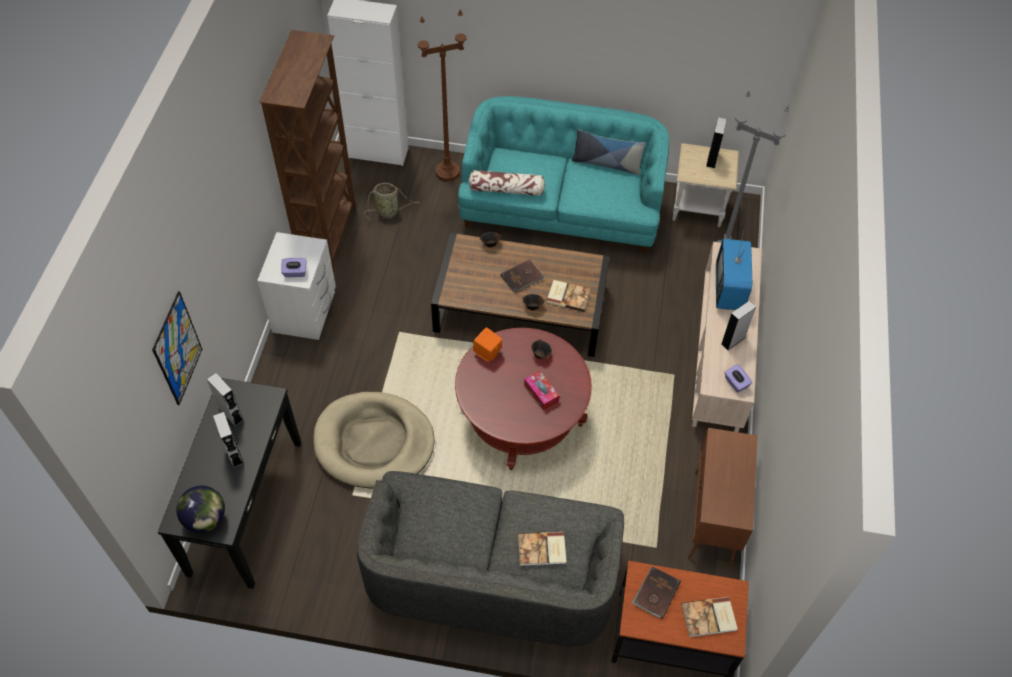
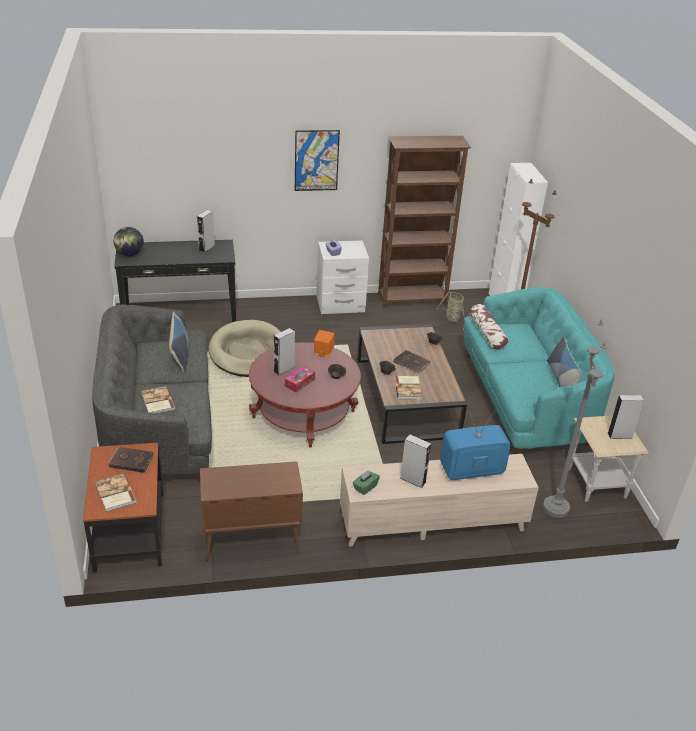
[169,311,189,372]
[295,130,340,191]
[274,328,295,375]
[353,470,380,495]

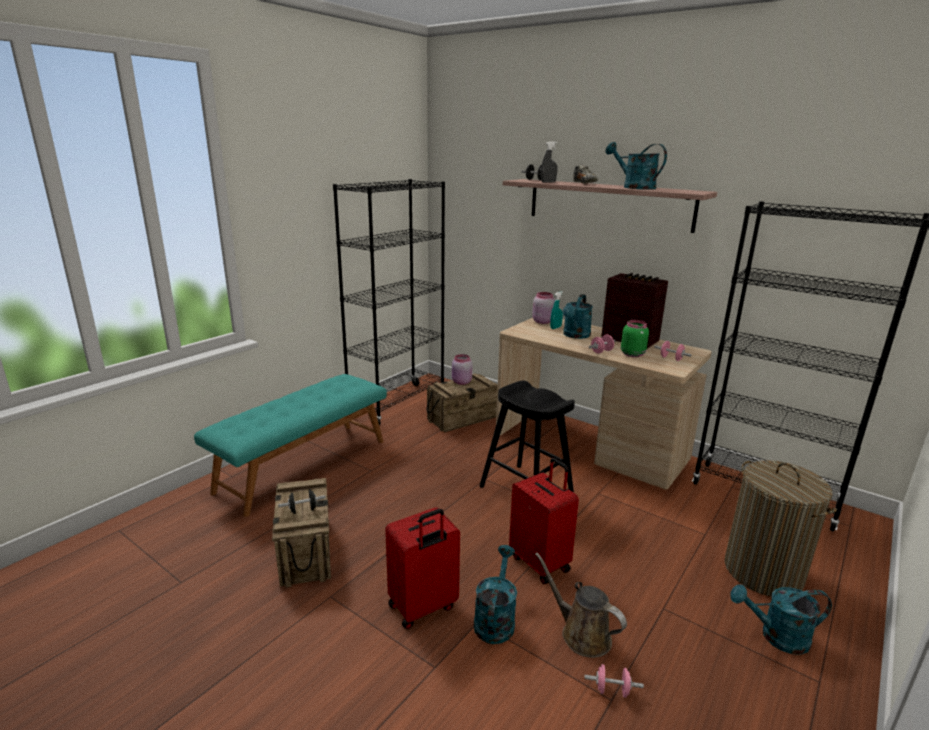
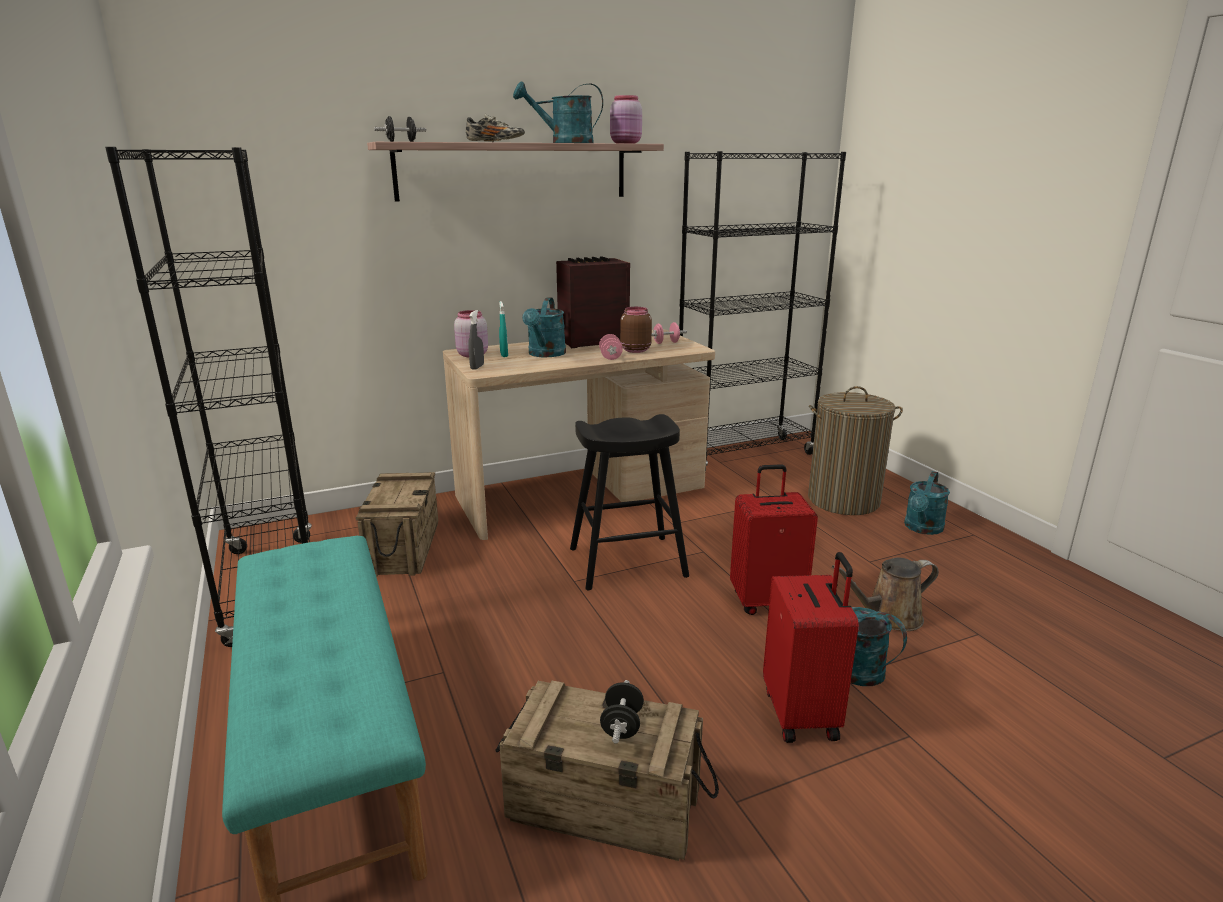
[584,664,644,698] (first image)
[610,95,642,144]
[469,310,484,370]
[620,307,652,353]
[522,297,566,357]

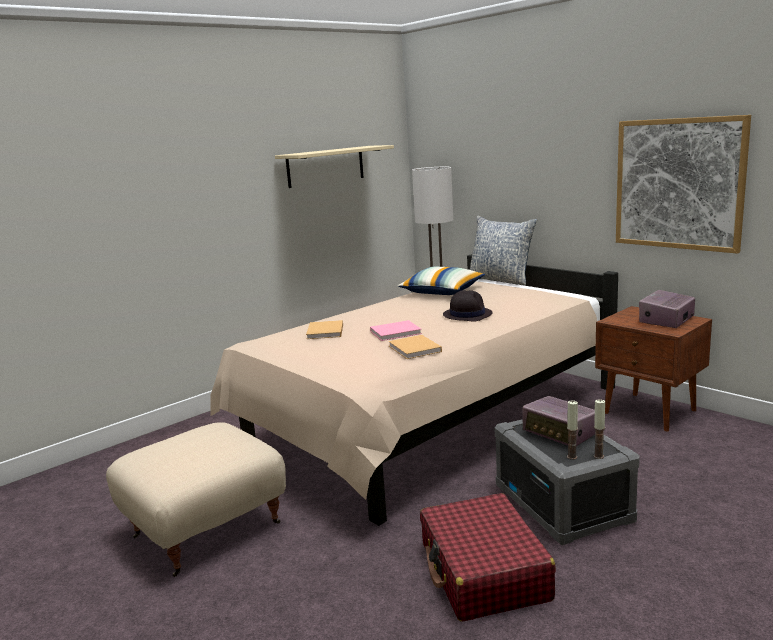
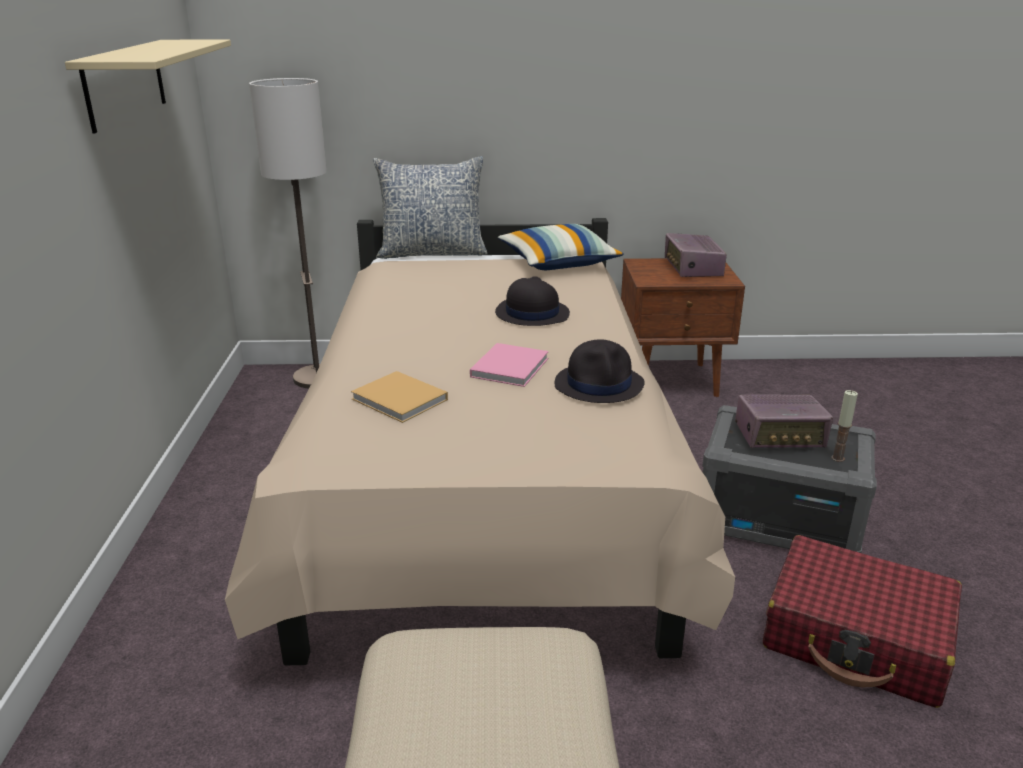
[593,399,605,459] (first image)
[616,115,751,254] (first image)
[498,224,624,270]
[554,339,645,403]

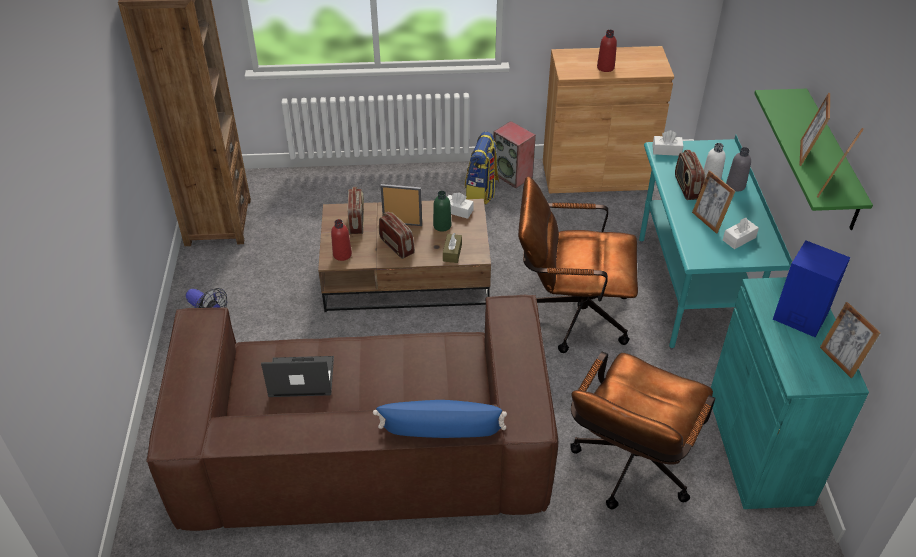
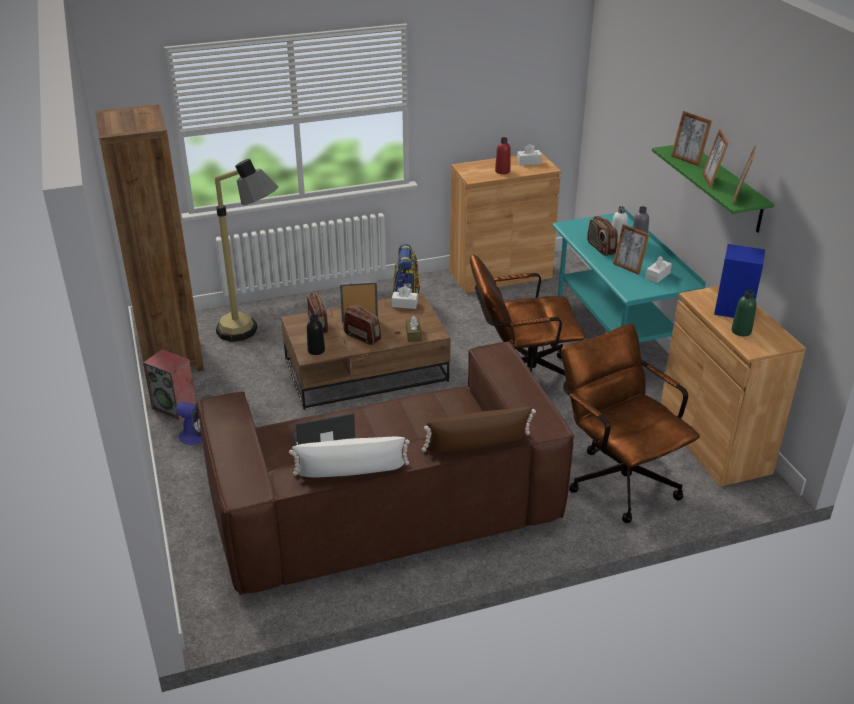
[215,159,278,342]
[289,437,410,477]
[731,290,757,336]
[143,349,197,419]
[517,144,542,165]
[671,111,712,166]
[307,315,325,355]
[422,407,536,452]
[661,286,806,487]
[561,323,700,523]

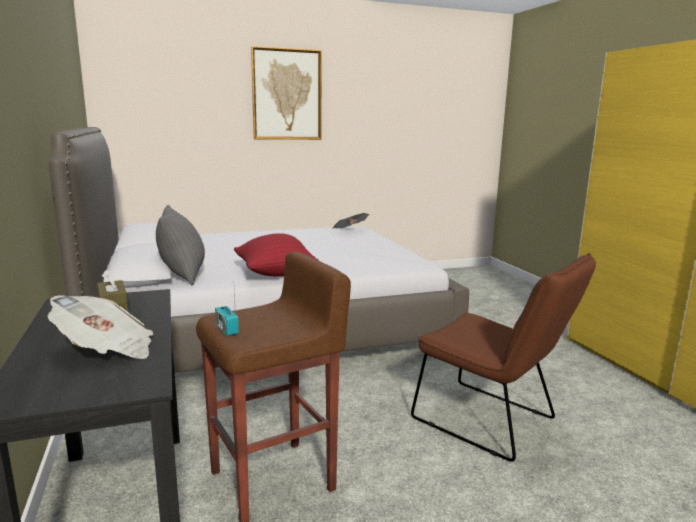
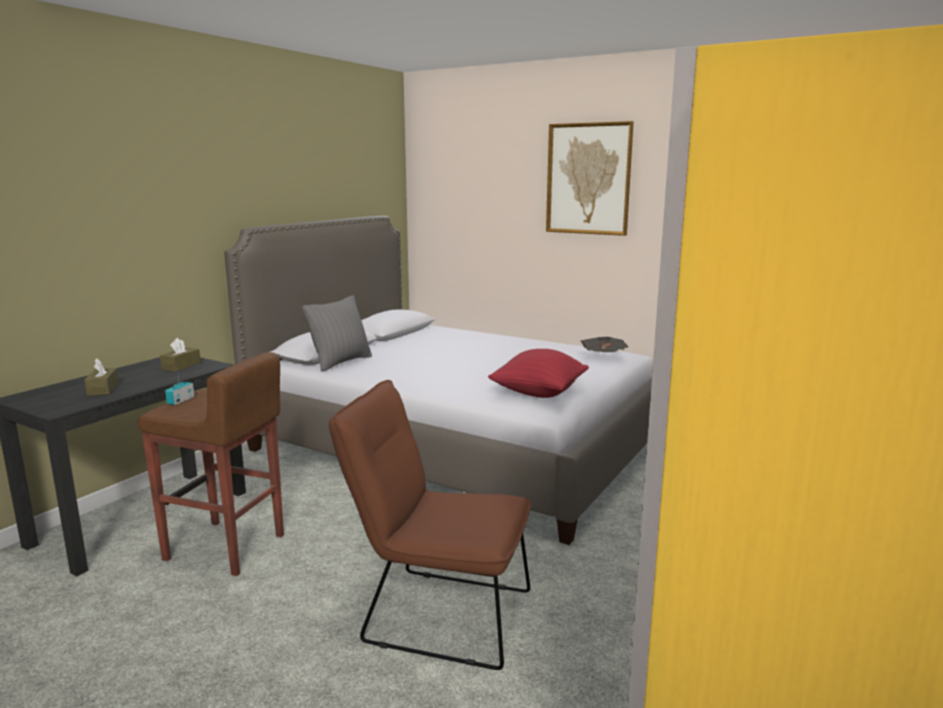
[488,349,589,398]
[84,358,119,396]
[329,380,531,670]

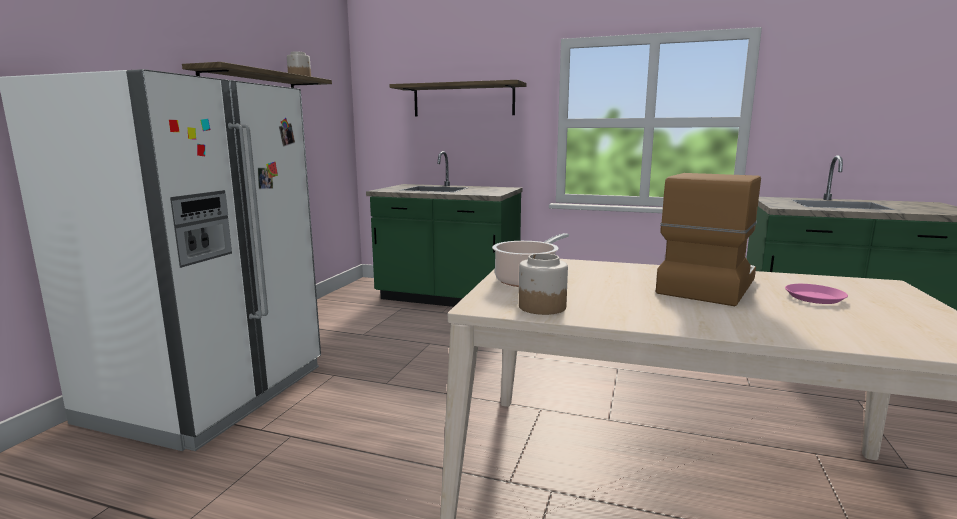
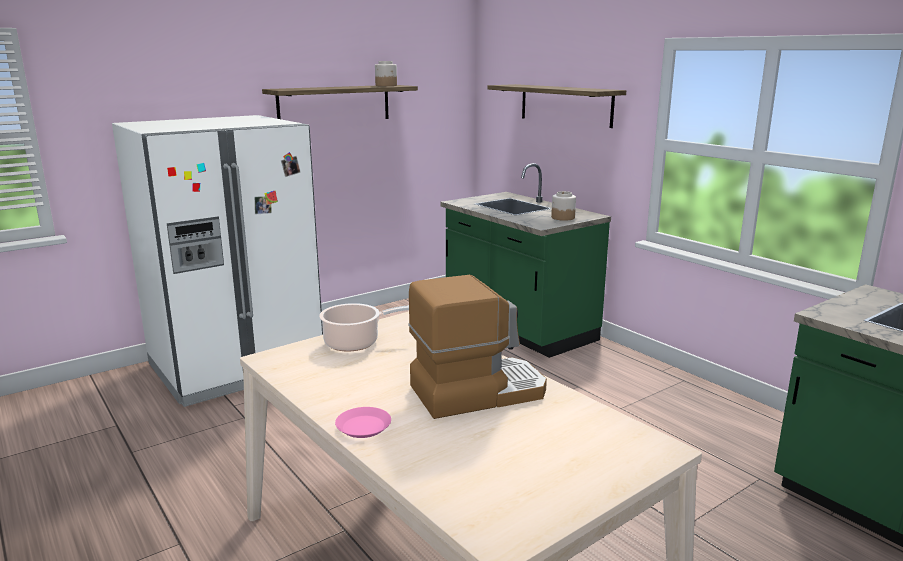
[551,191,576,221]
[335,407,391,438]

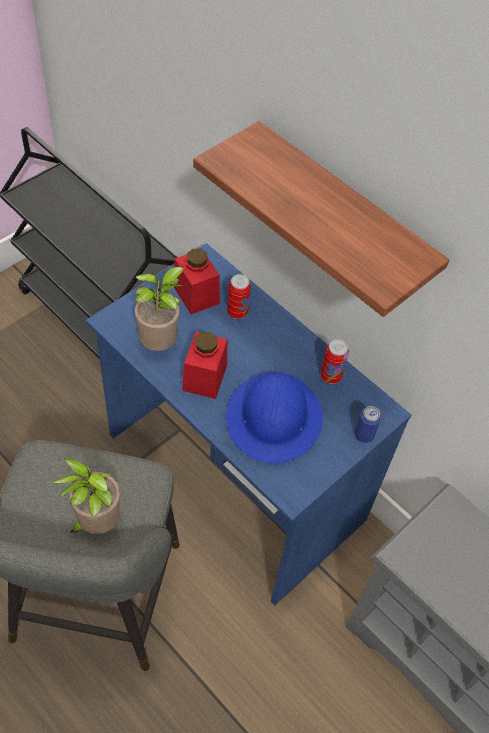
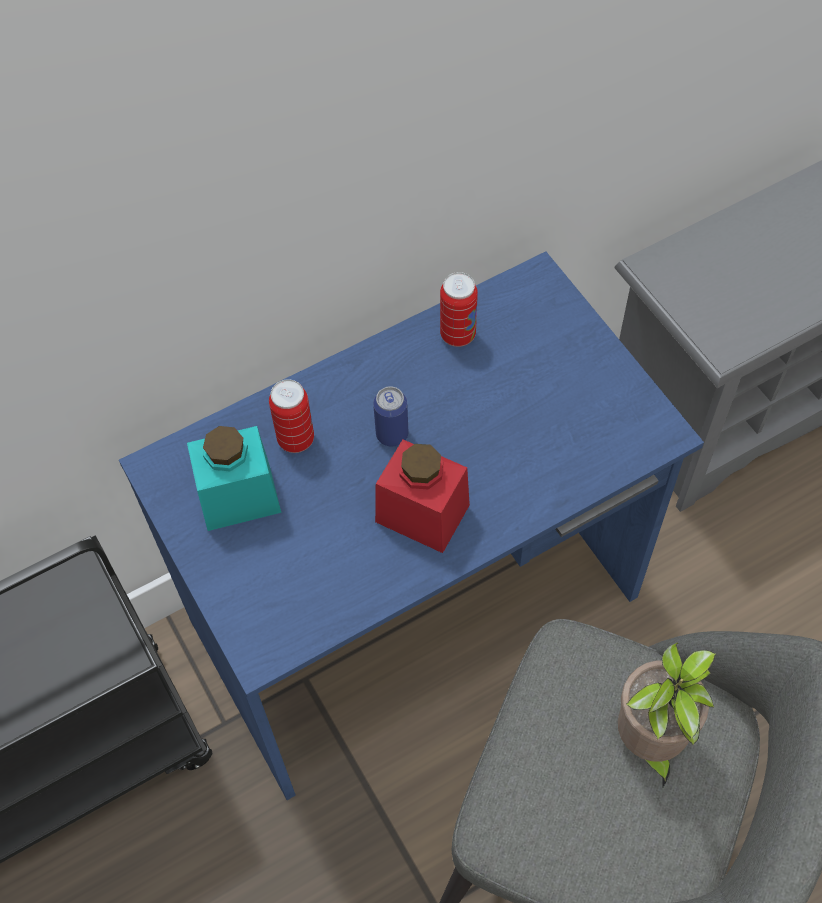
[134,266,184,351] (first image)
[193,121,449,317] (first image)
[226,372,323,463] (first image)
[373,386,408,446]
[187,426,281,531]

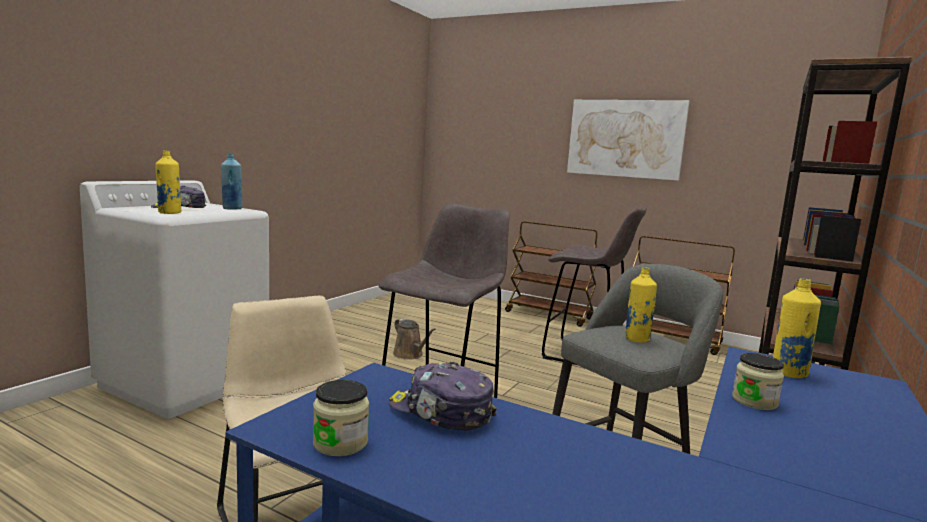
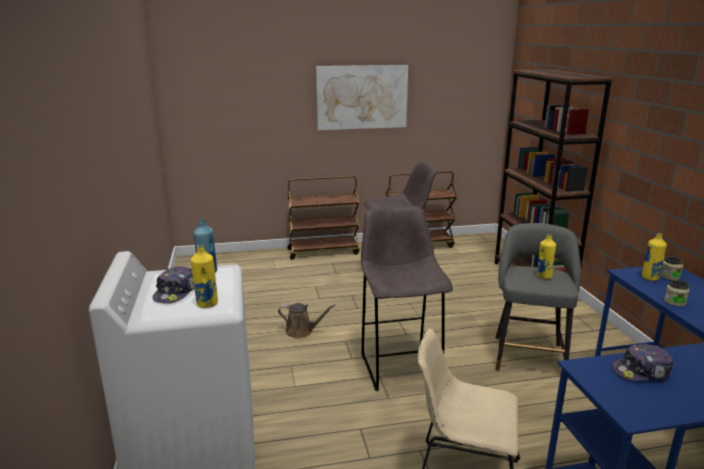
[660,256,683,280]

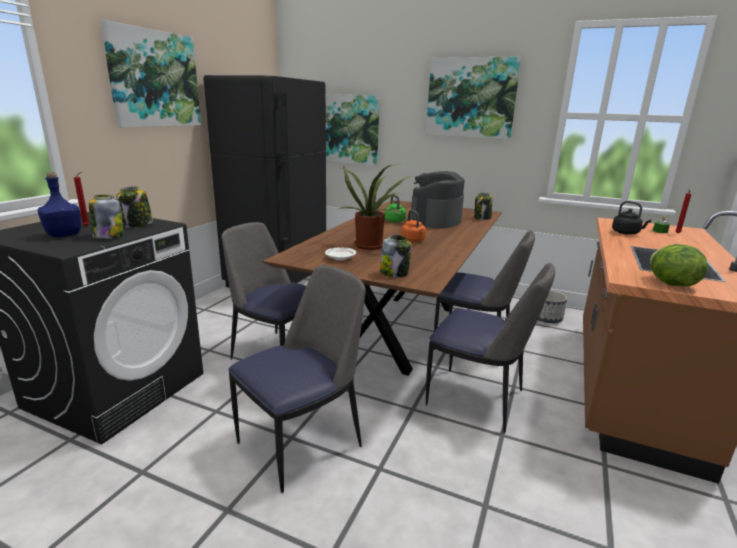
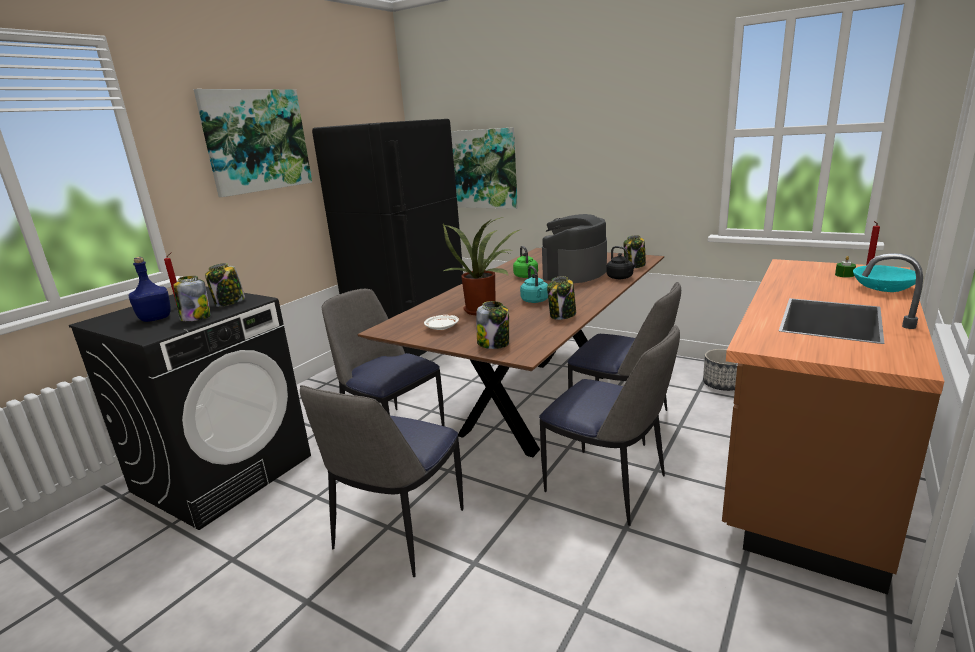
[426,56,521,139] (first image)
[650,244,708,286] (first image)
[547,276,576,320]
[853,265,916,292]
[607,246,637,279]
[520,266,548,303]
[300,385,463,577]

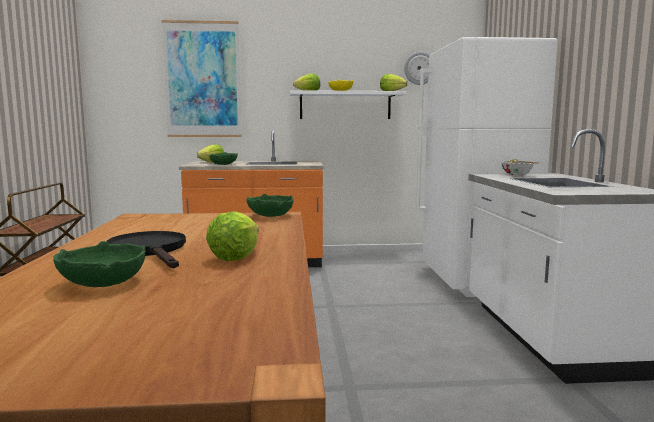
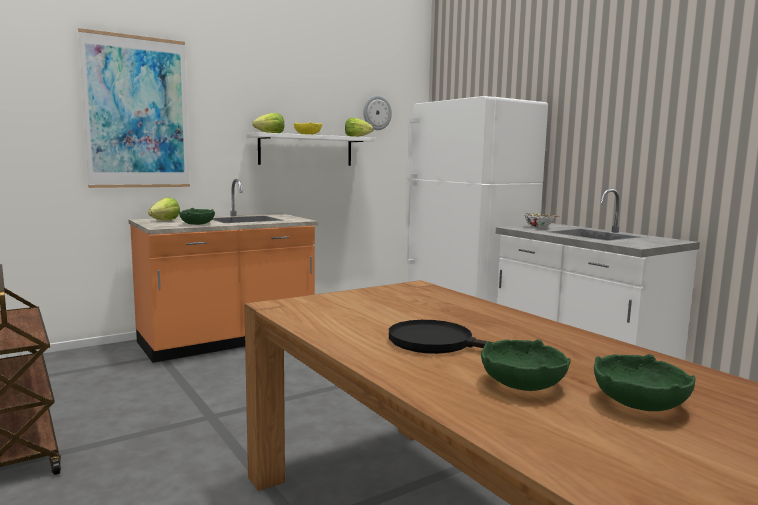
[206,211,259,261] (first image)
[594,354,696,411]

